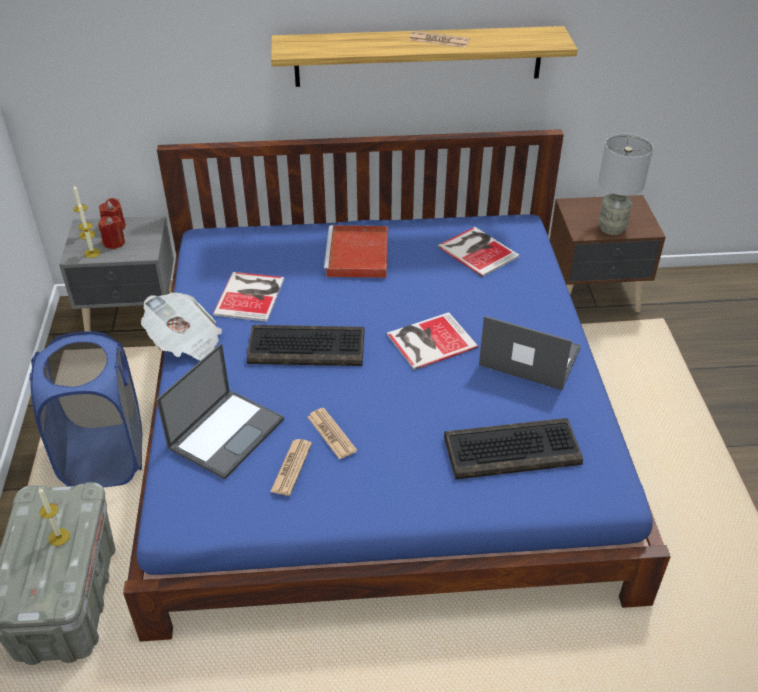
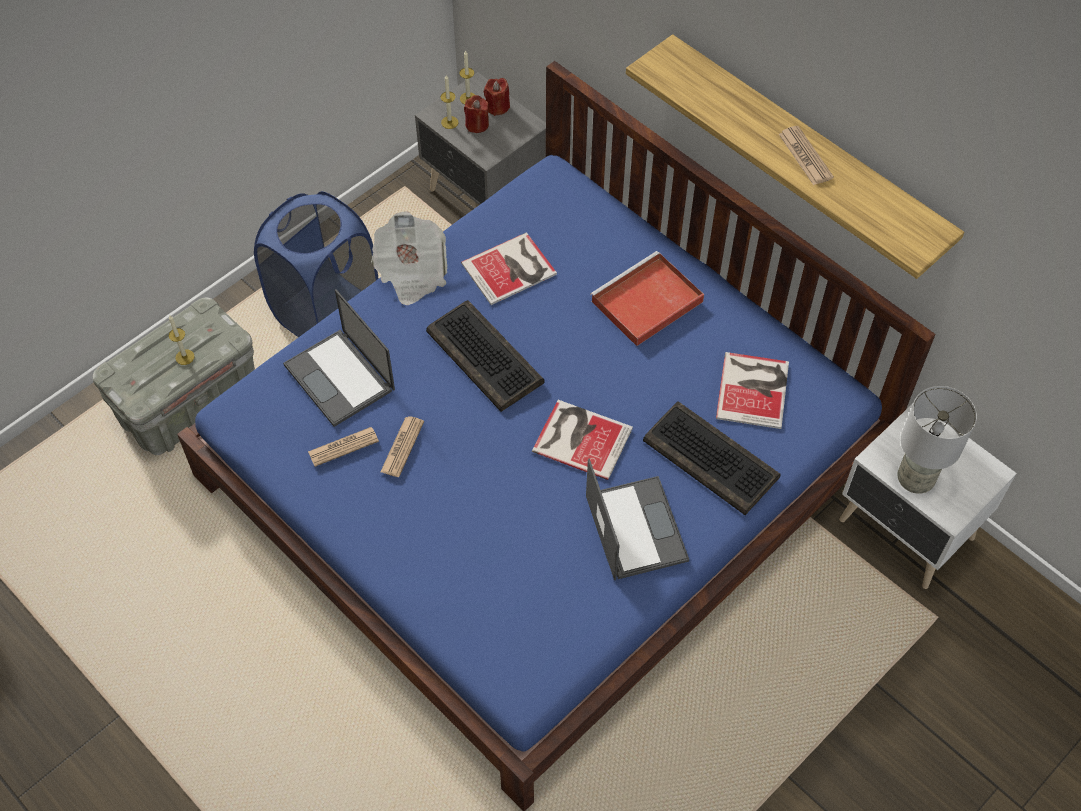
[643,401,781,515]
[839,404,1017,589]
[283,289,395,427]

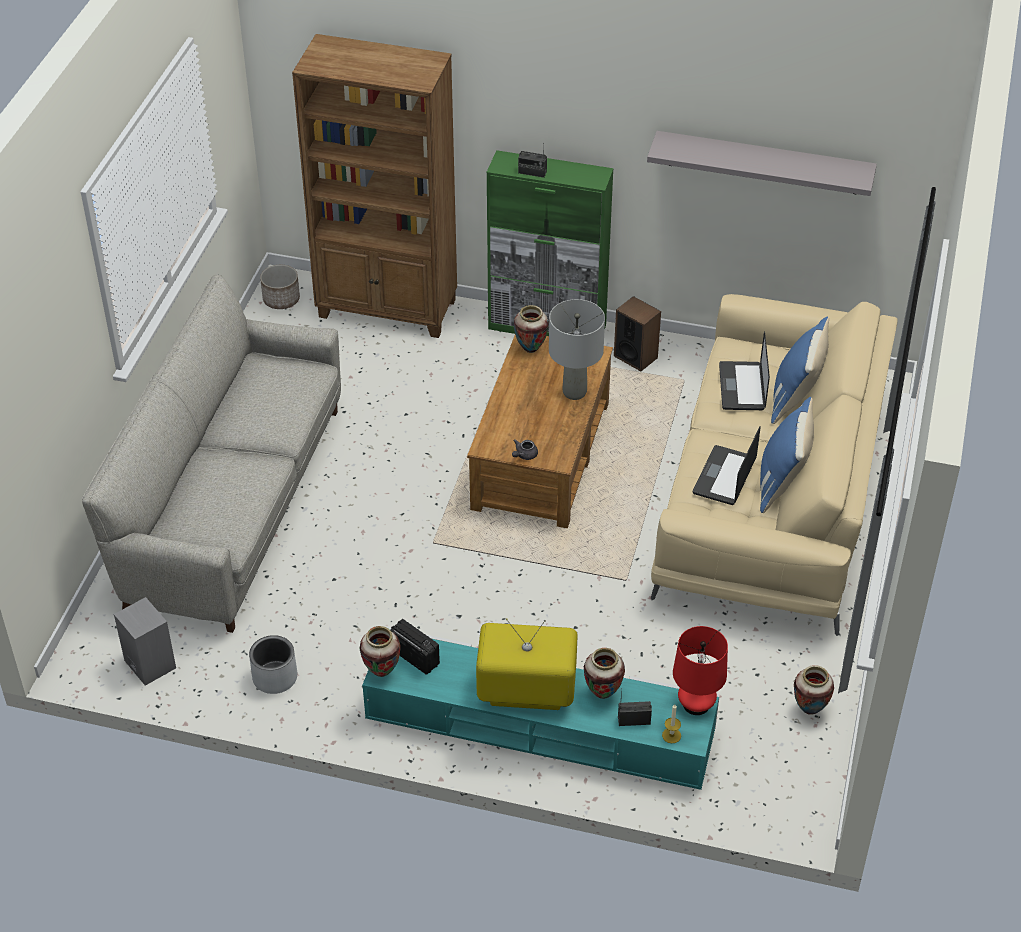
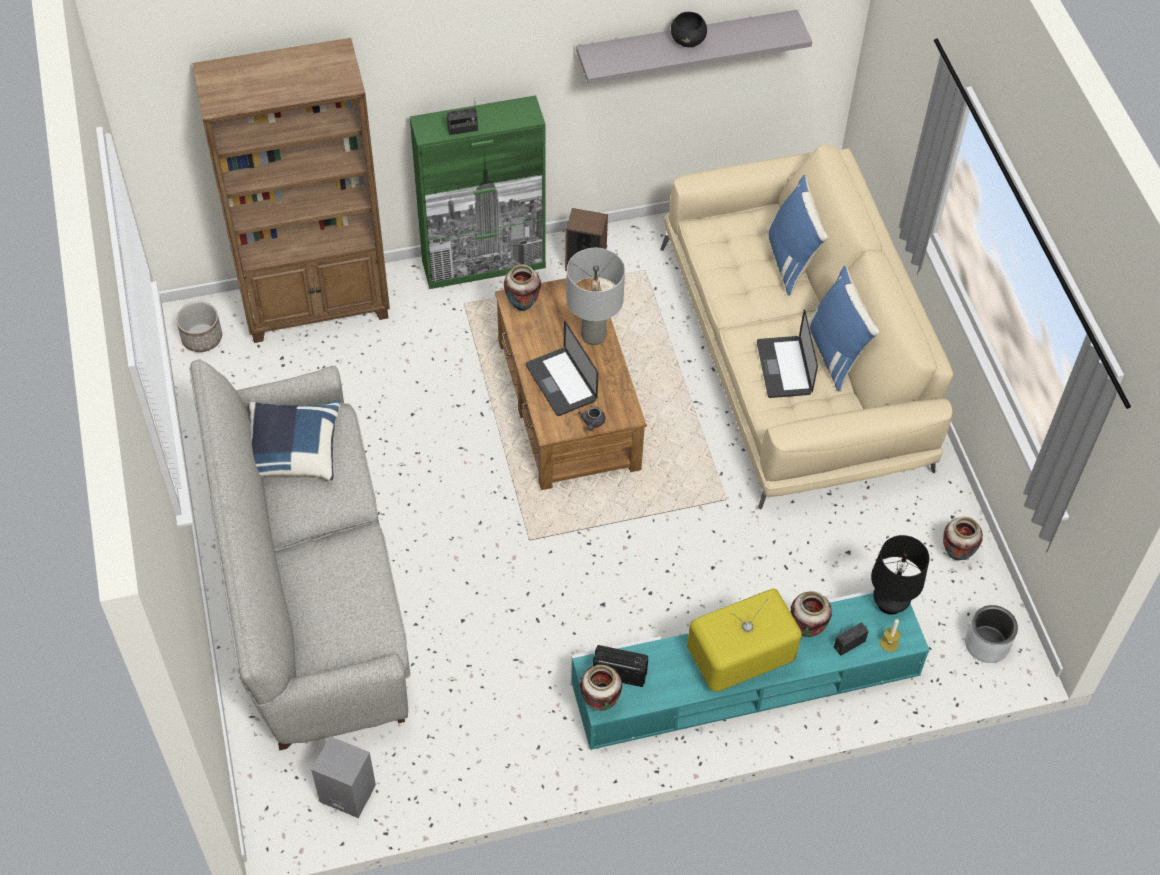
[249,399,341,481]
[671,12,707,47]
[965,605,1018,663]
[526,321,598,416]
[871,535,929,615]

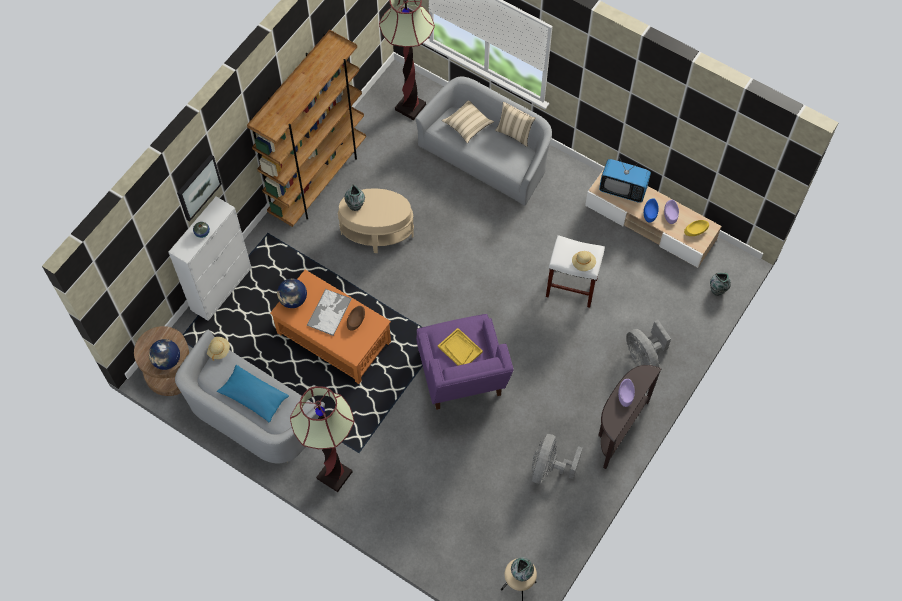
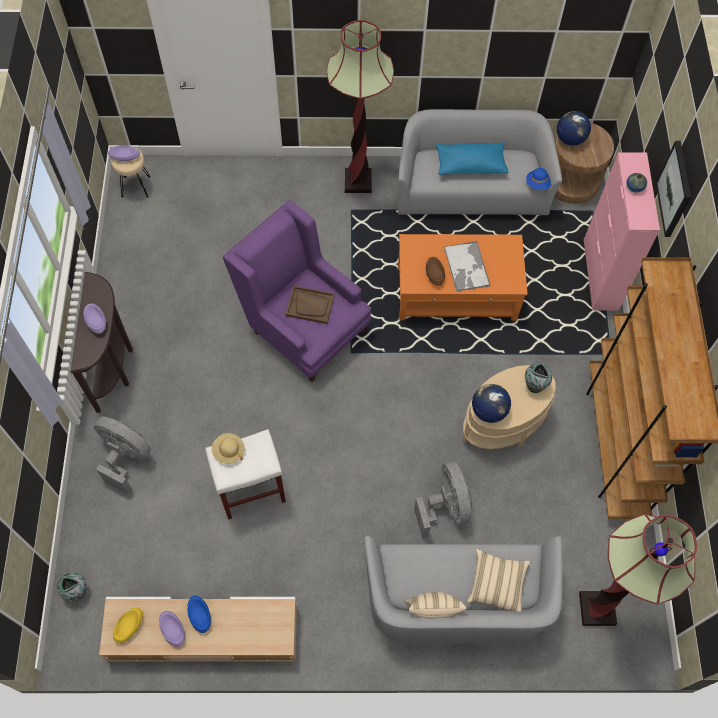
[599,157,651,203] (first image)
[472,384,511,423]
[414,462,473,538]
[108,145,140,161]
[584,152,660,311]
[526,168,551,190]
[286,286,335,324]

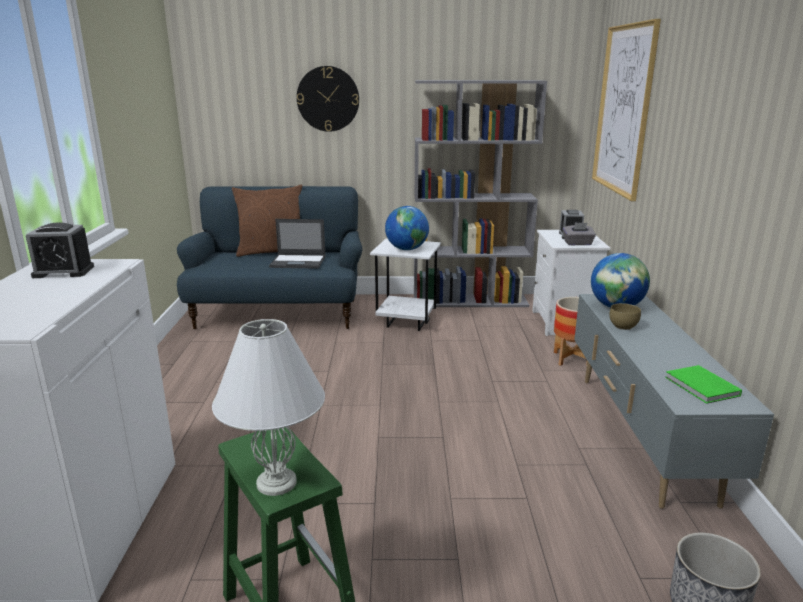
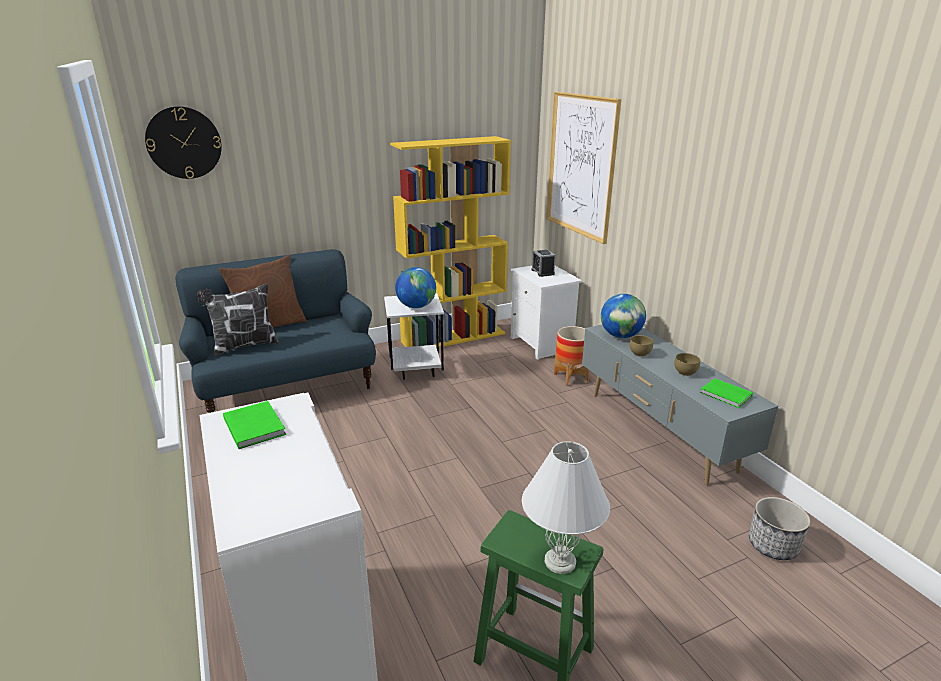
[269,219,326,269] (first image)
[563,223,596,245] (first image)
[197,283,280,356]
[674,353,700,376]
[145,106,222,179]
[223,401,286,449]
[390,136,511,347]

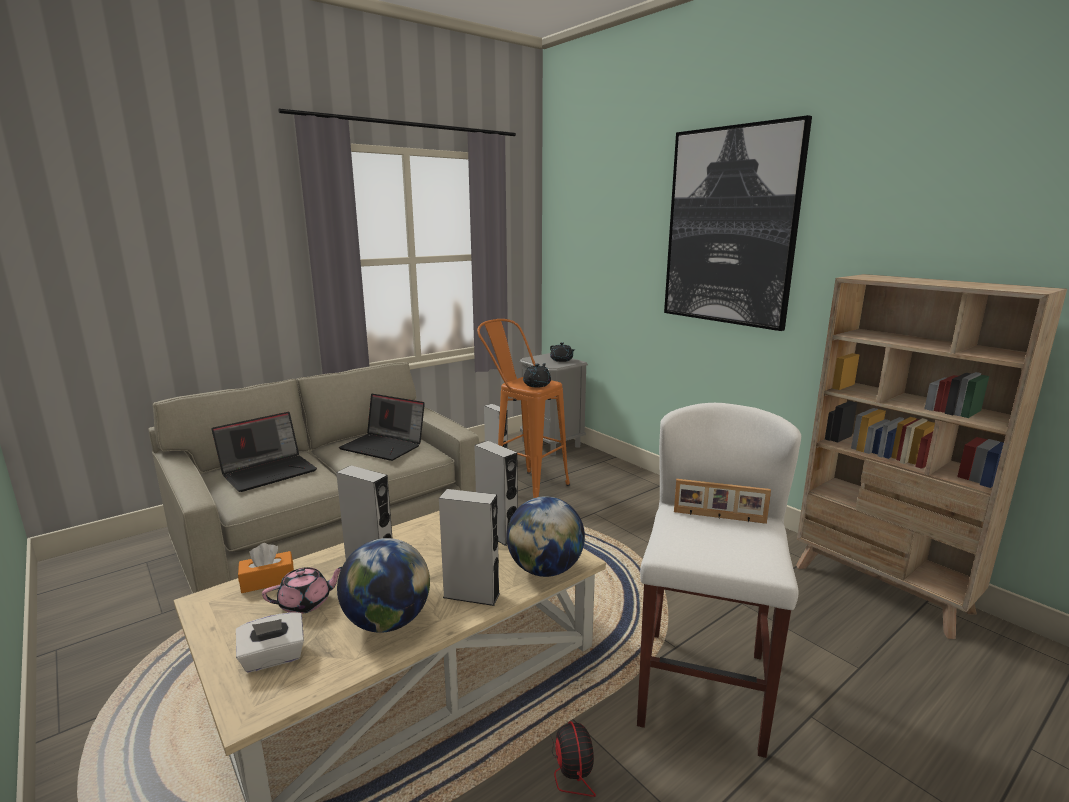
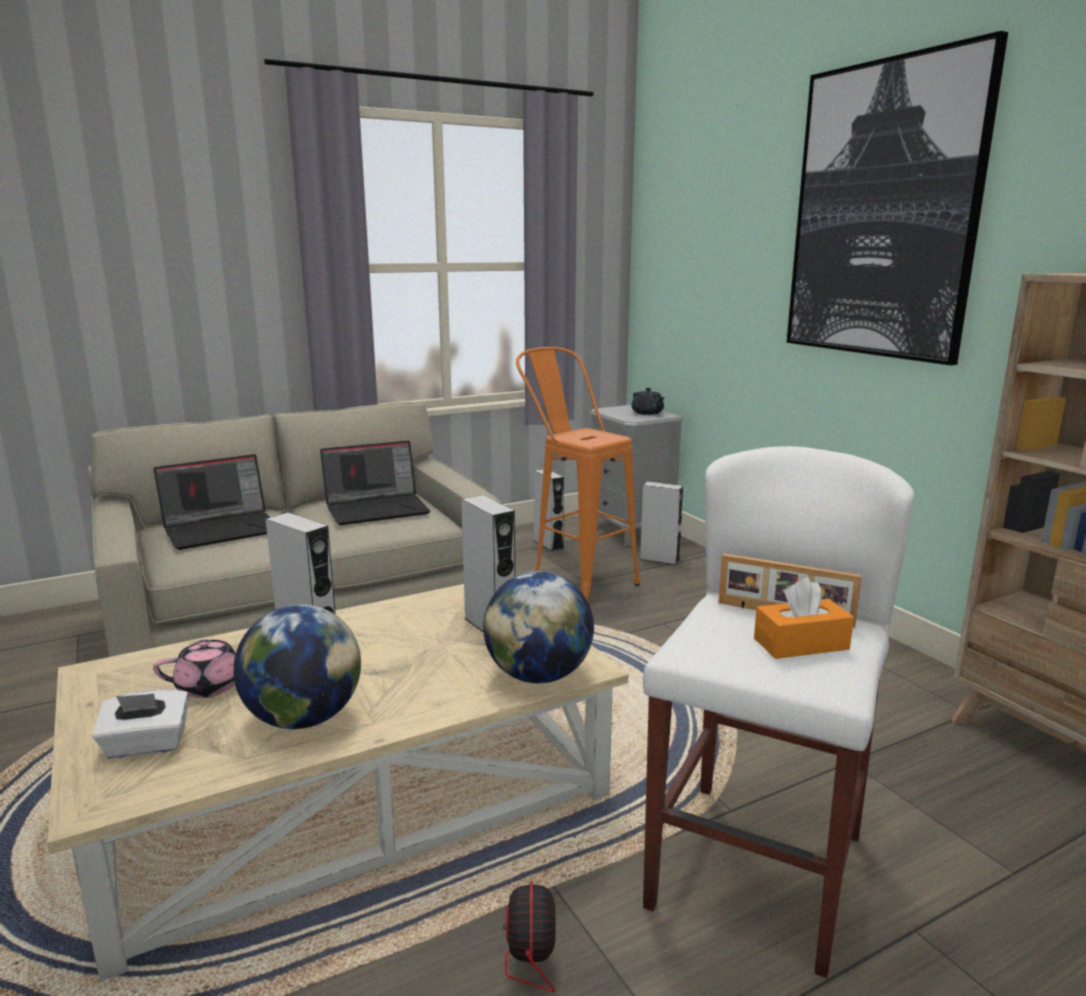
[523,363,551,388] (first image)
[754,577,854,659]
[639,482,683,565]
[320,441,430,525]

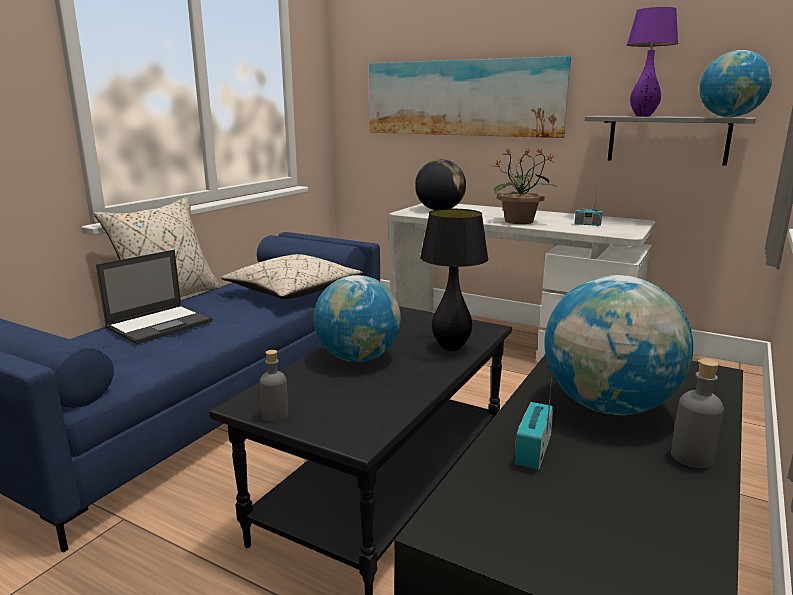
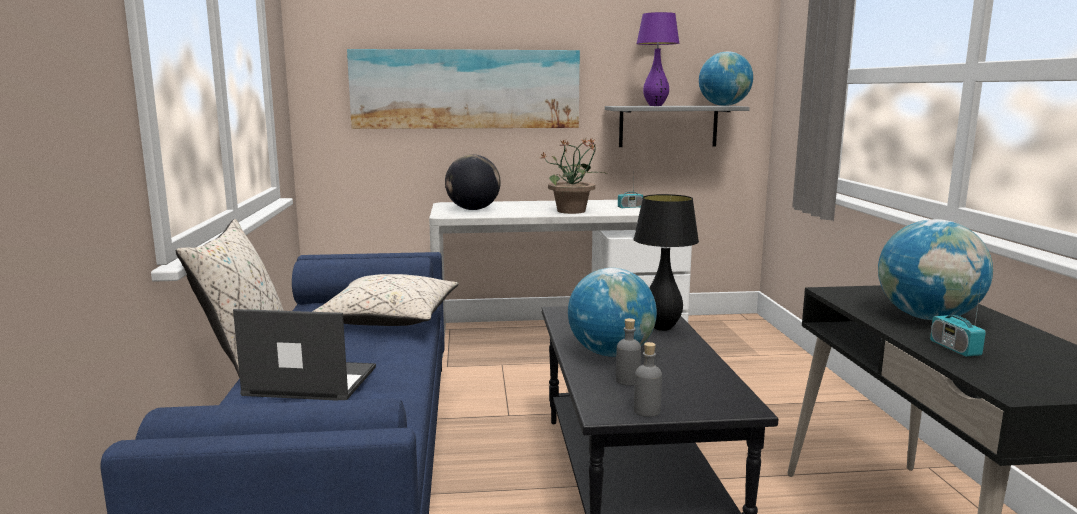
[616,318,641,386]
[233,309,376,400]

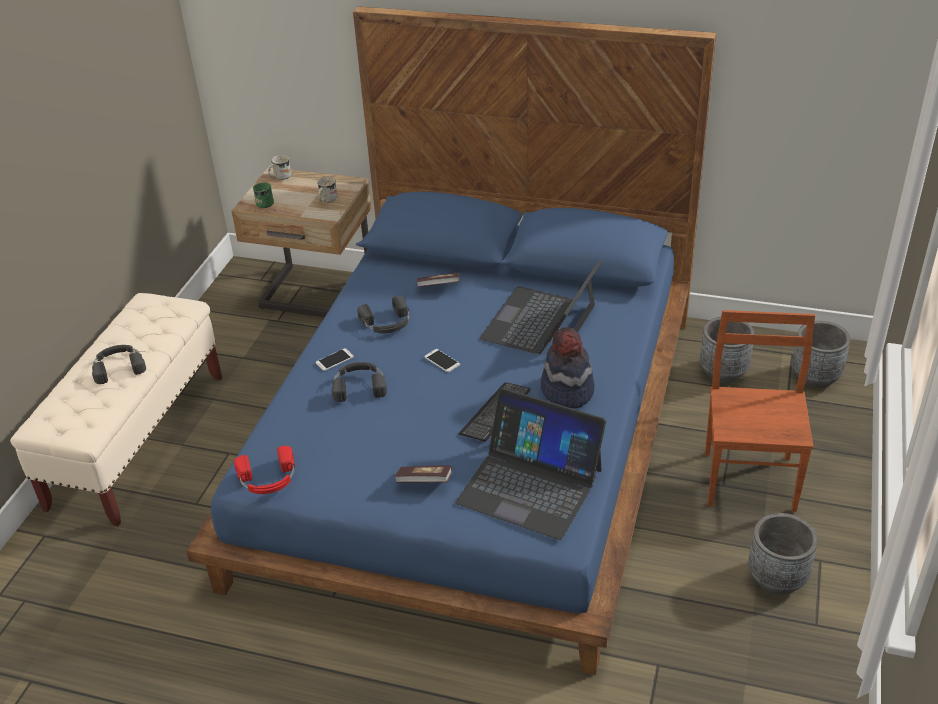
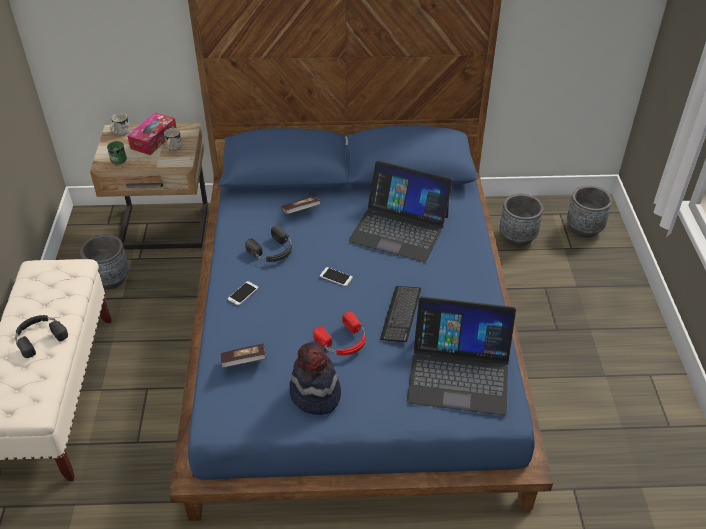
[332,362,387,402] (first image)
[705,310,815,512] (first image)
[127,112,177,155]
[313,312,365,356]
[221,344,266,368]
[289,342,341,415]
[80,234,129,290]
[348,161,453,262]

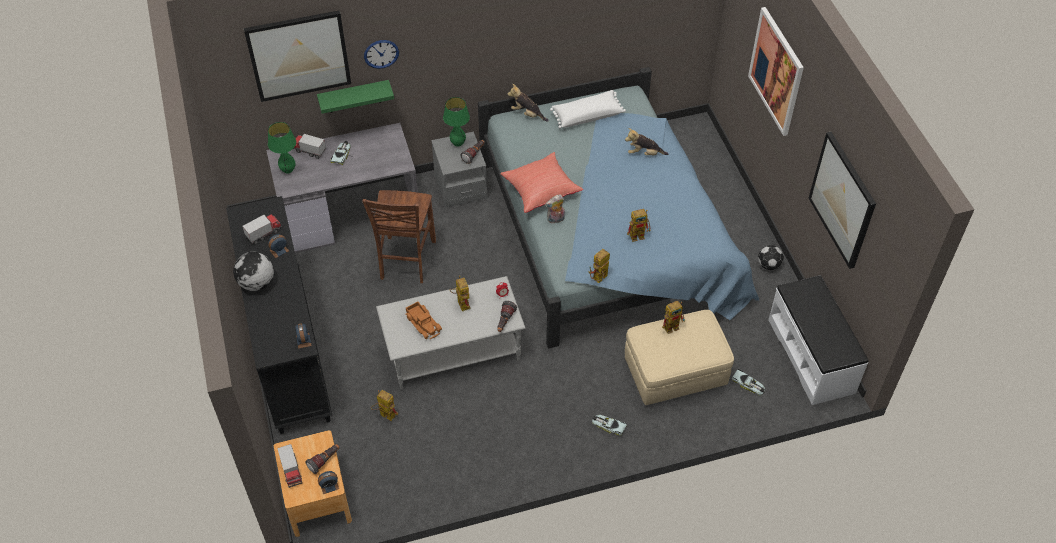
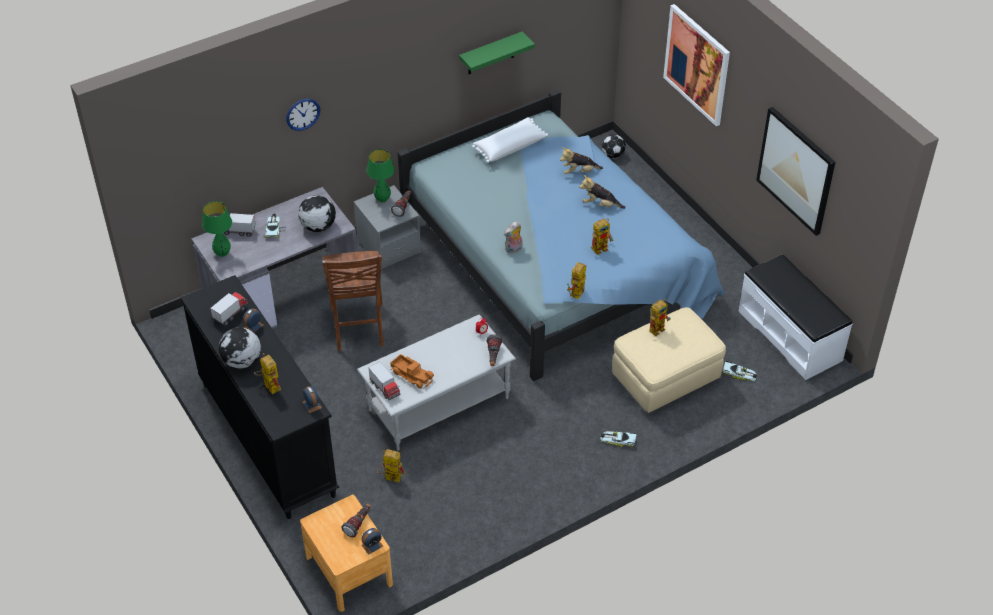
[244,10,351,102] (first image)
[500,152,583,213] (first image)
[298,195,336,232]
[369,362,400,400]
[459,32,535,74]
[254,353,281,394]
[579,175,625,209]
[602,135,626,159]

